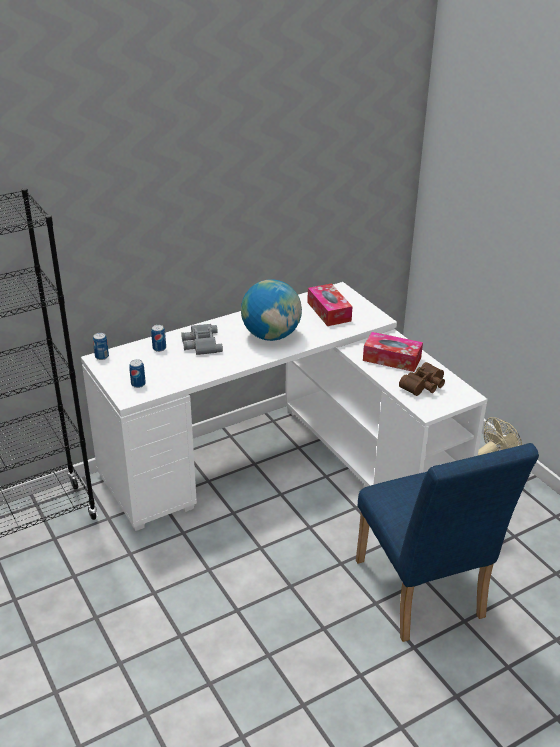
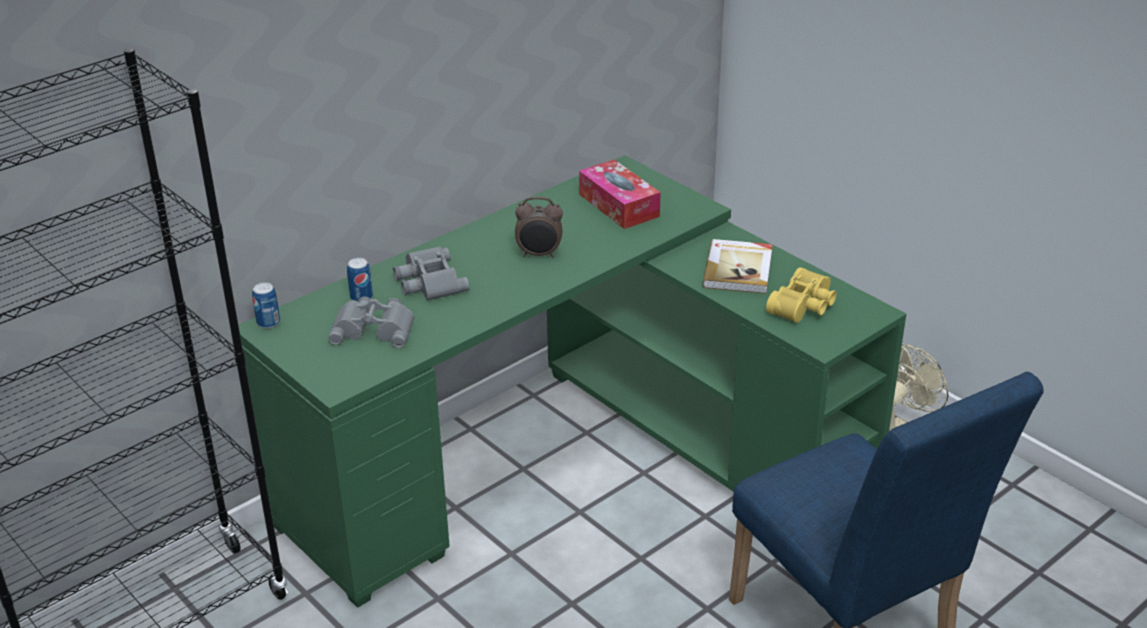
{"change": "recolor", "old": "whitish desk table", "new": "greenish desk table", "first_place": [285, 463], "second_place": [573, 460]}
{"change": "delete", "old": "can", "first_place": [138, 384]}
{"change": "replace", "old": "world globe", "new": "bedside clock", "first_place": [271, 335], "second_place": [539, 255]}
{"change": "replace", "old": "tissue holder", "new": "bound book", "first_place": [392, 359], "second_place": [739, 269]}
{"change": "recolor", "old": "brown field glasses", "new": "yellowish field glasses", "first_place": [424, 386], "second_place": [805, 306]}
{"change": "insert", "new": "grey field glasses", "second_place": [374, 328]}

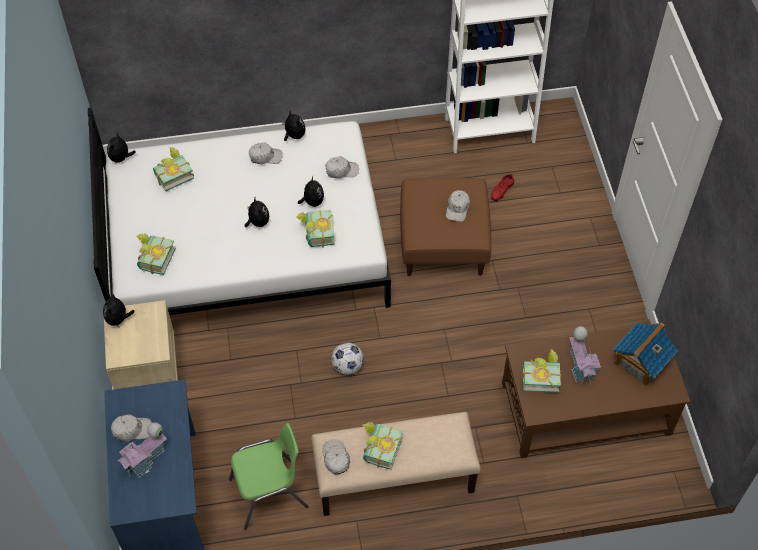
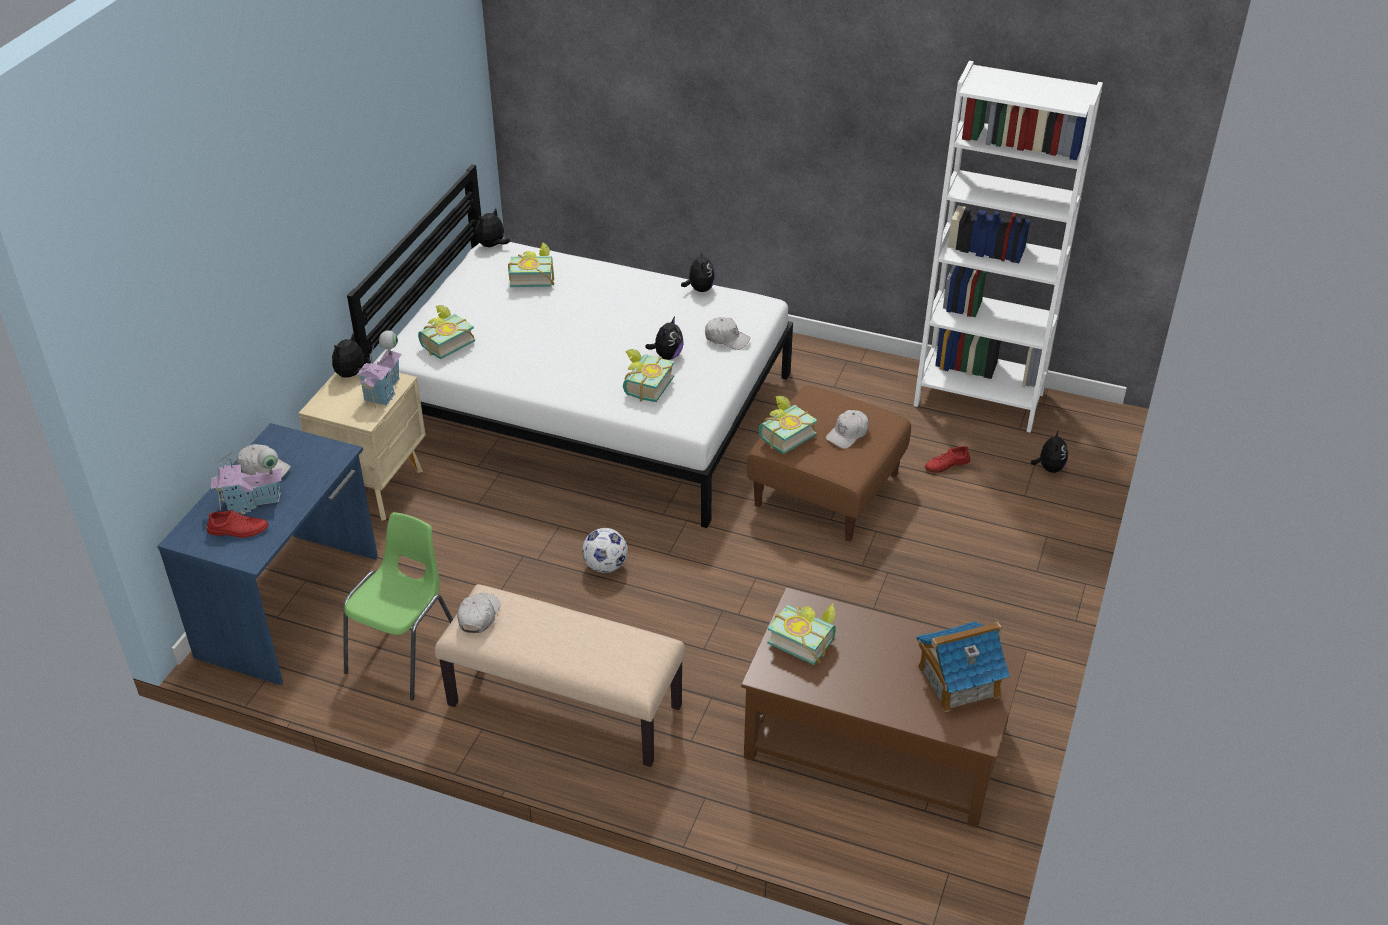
{"change": "rotate", "old": "greenish chair", "first_place": [269, 494], "second_place": [405, 654], "degrees": -75}
{"change": "move", "old": "plush toy", "first_place": [258, 222], "second_place": [1049, 468]}
{"change": "delete", "old": "whitish cap", "first_place": [265, 157]}
{"change": "move", "old": "bound book", "first_place": [378, 449], "second_place": [783, 435]}
{"change": "move", "old": "model house", "first_place": [581, 366], "second_place": [385, 390]}
{"change": "insert", "new": "red-coloured low shoe", "second_place": [238, 530]}

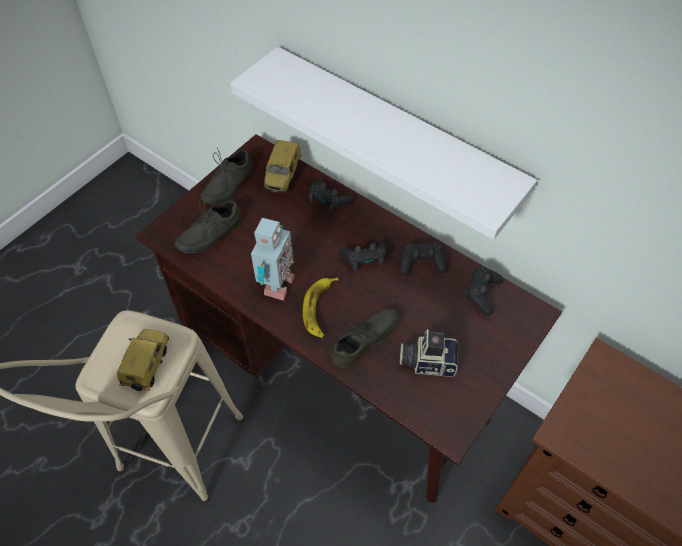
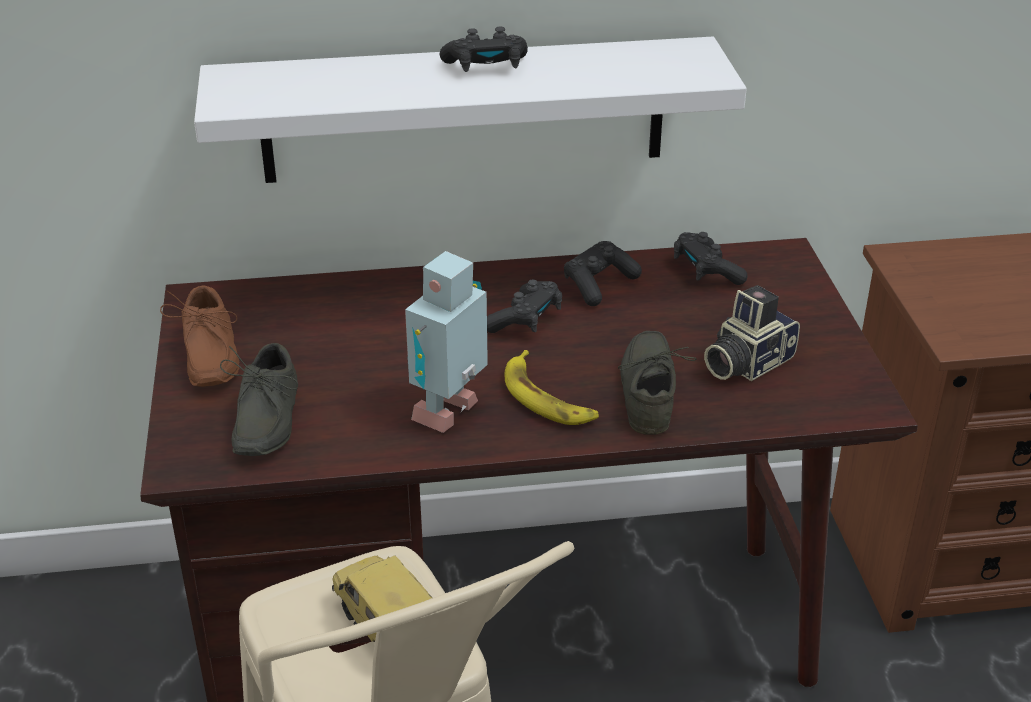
{"change": "recolor", "old": "grey low shoe", "new": "brown low shoe", "first_place": [226, 184], "second_place": [205, 357]}
{"change": "rotate", "old": "robot figure", "first_place": [276, 285], "second_place": [451, 413], "degrees": -120}
{"change": "delete", "old": "miniature car", "first_place": [283, 176]}
{"change": "move", "old": "black-coloured game controller", "first_place": [329, 201], "second_place": [486, 68]}

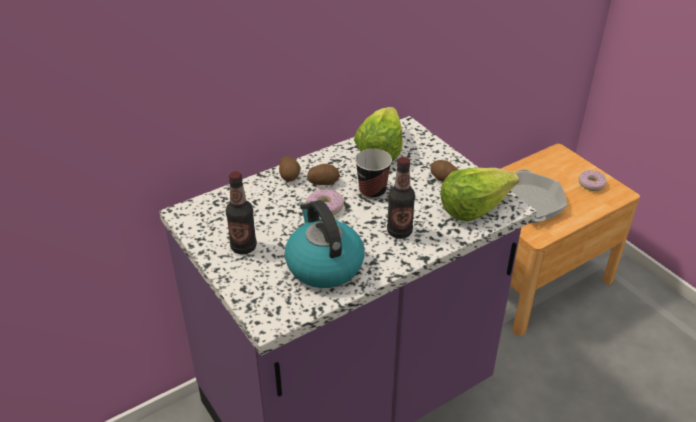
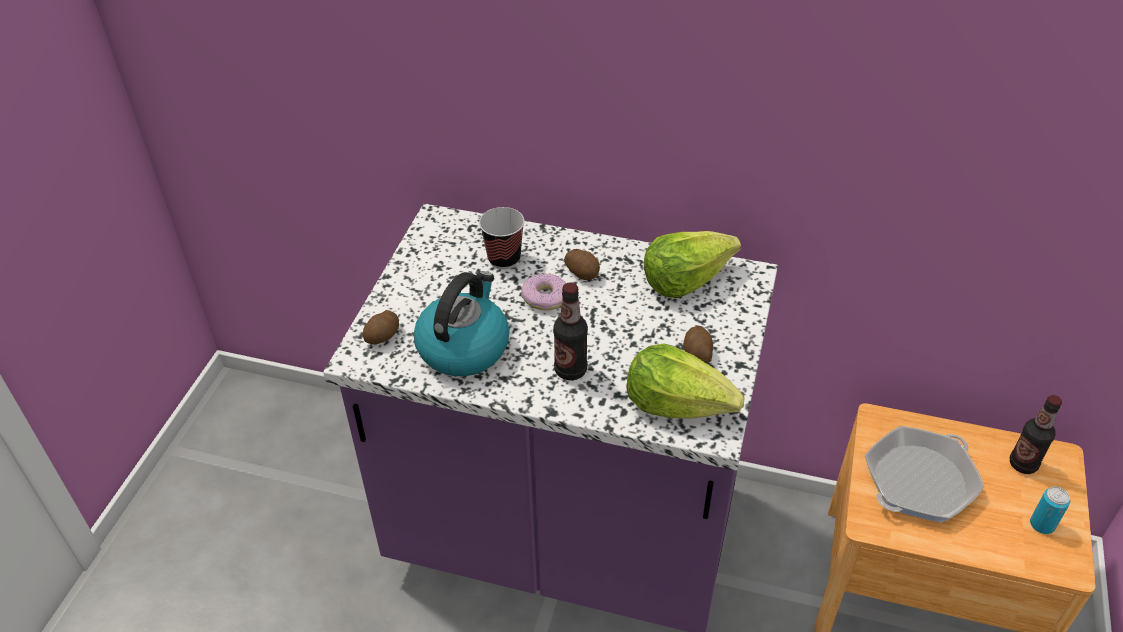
{"change": "move", "old": "bottle", "first_place": [243, 247], "second_place": [1023, 464]}
{"change": "move", "old": "whole potato", "first_place": [290, 176], "second_place": [383, 336]}
{"change": "move", "old": "cup", "first_place": [372, 191], "second_place": [504, 259]}
{"change": "replace", "old": "doughnut", "new": "can", "first_place": [591, 184], "second_place": [1042, 524]}

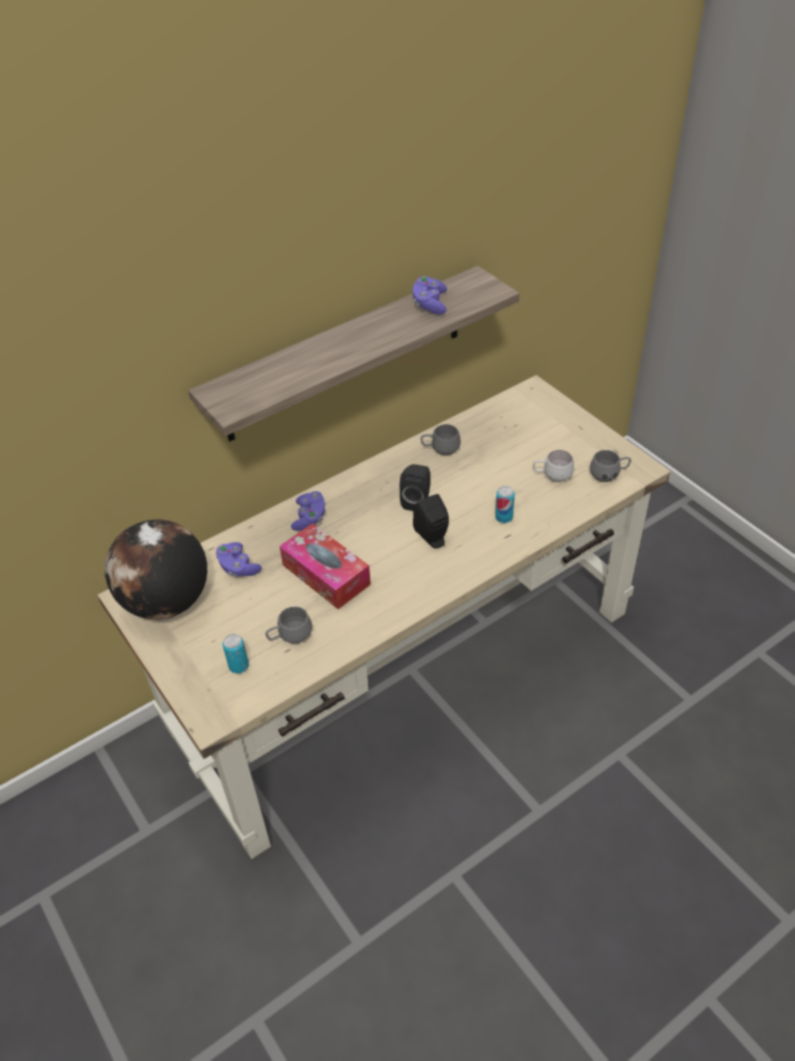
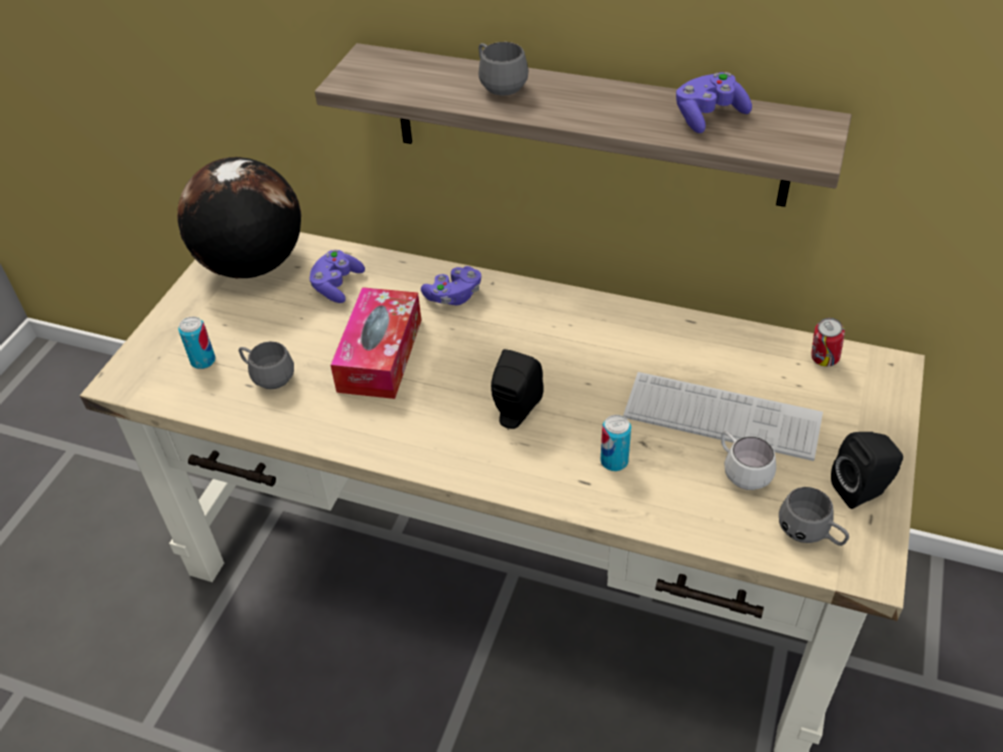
{"change": "move", "old": "black-coloured speaker", "first_place": [417, 501], "second_place": [862, 490]}
{"change": "move", "old": "grey tea mug", "first_place": [440, 450], "second_place": [499, 85]}
{"change": "insert", "new": "PC keyboard", "second_place": [721, 417]}
{"change": "insert", "new": "can", "second_place": [822, 361]}

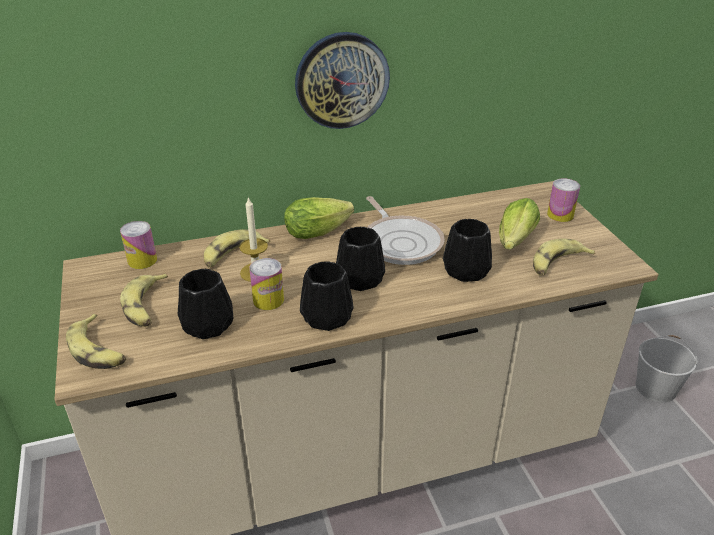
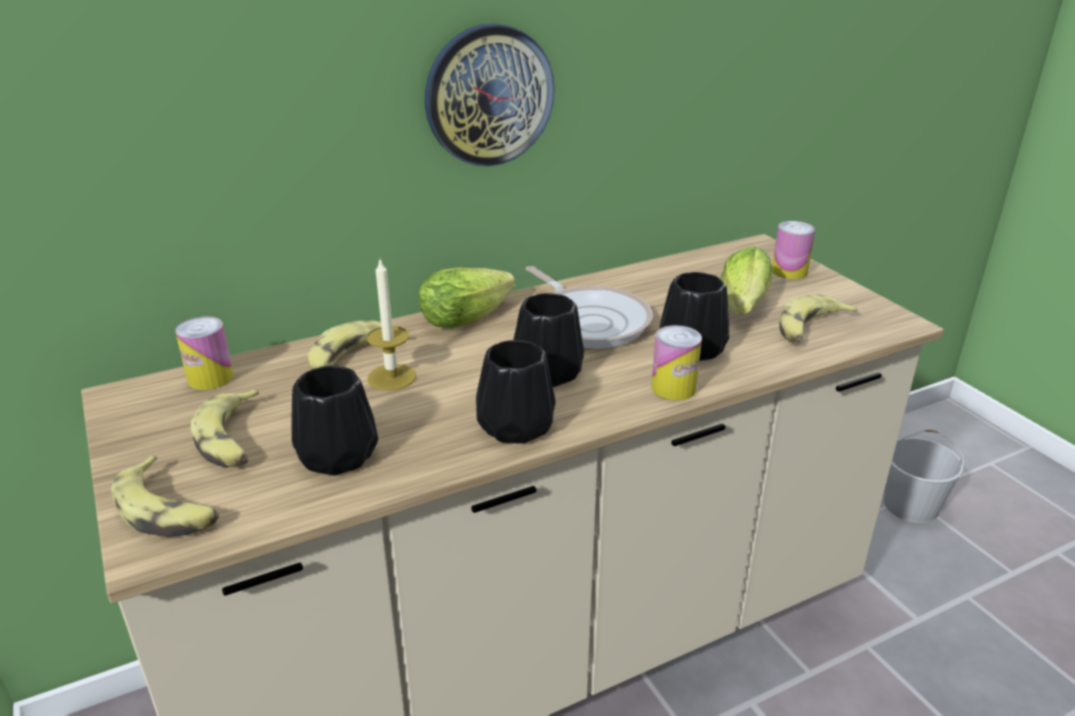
{"change": "move", "old": "can", "first_place": [268, 300], "second_place": [673, 388]}

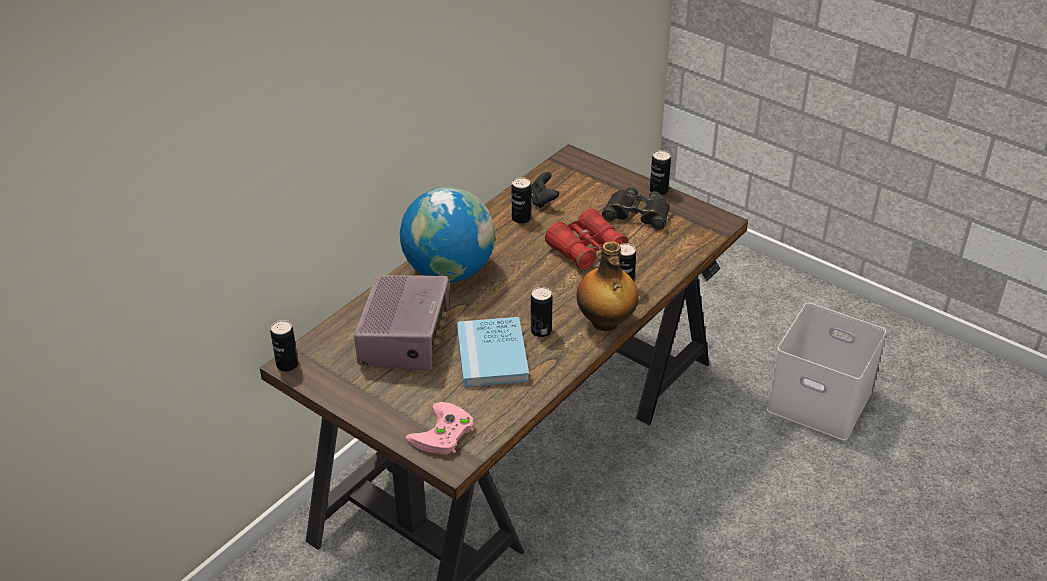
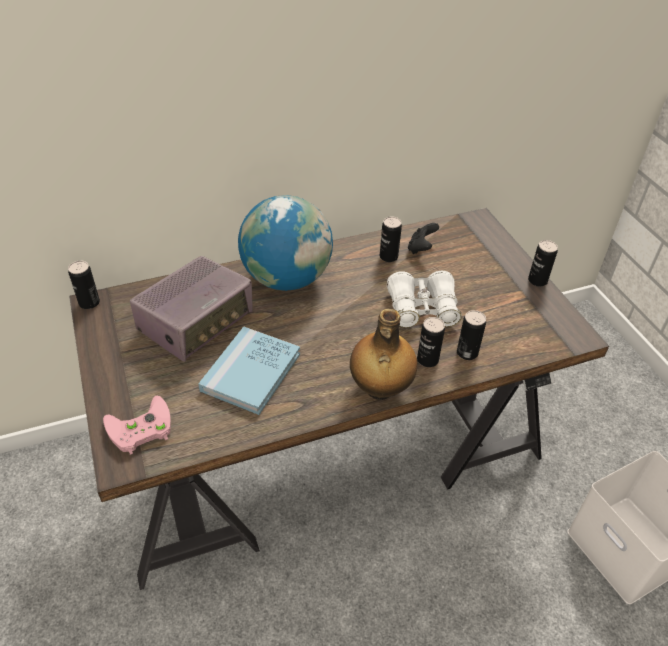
{"change": "move", "old": "can", "first_place": [541, 331], "second_place": [467, 353]}
{"change": "recolor", "old": "red-coloured field glasses", "new": "whitish field glasses", "first_place": [586, 249], "second_place": [422, 309]}
{"change": "delete", "old": "black-coloured field glasses", "first_place": [637, 214]}

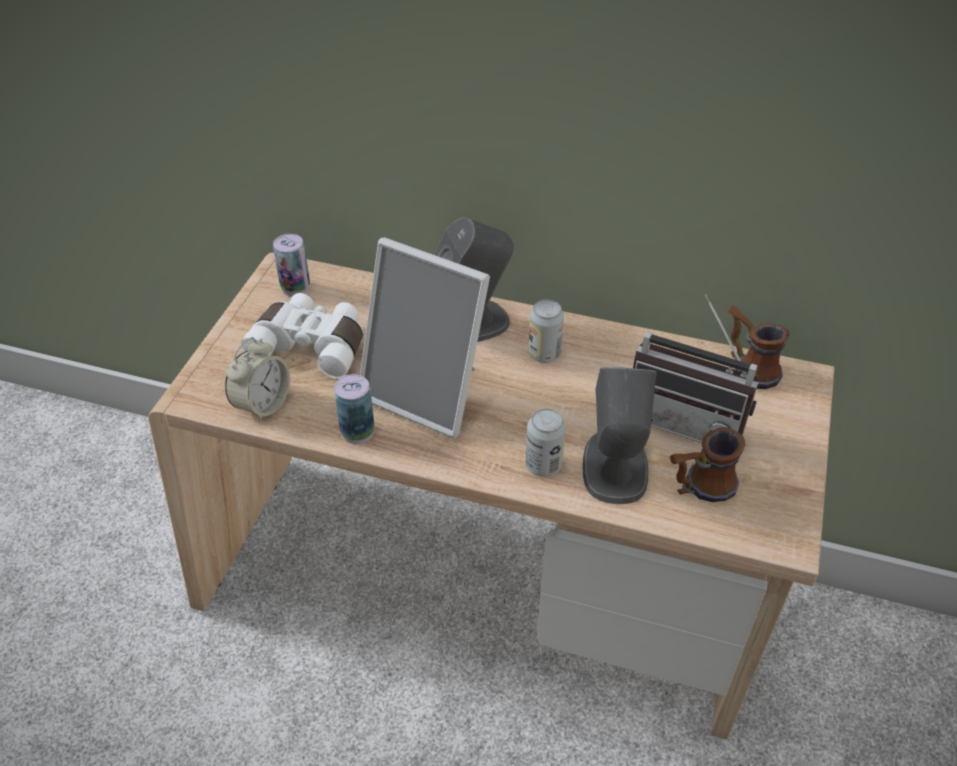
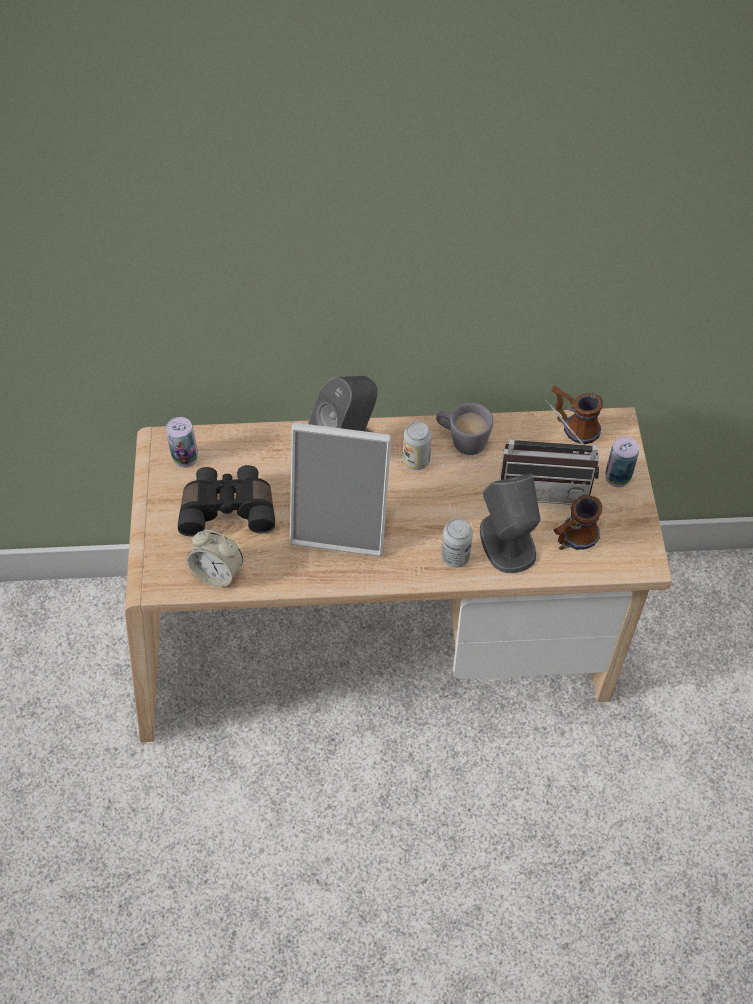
{"change": "rotate", "old": "bedside clock", "first_place": [263, 405], "second_place": [217, 573], "degrees": 105}
{"change": "recolor", "old": "whitish field glasses", "new": "black-coloured field glasses", "first_place": [312, 345], "second_place": [228, 508]}
{"change": "move", "old": "can", "first_place": [357, 432], "second_place": [617, 477]}
{"change": "insert", "new": "grey tea mug", "second_place": [462, 441]}

